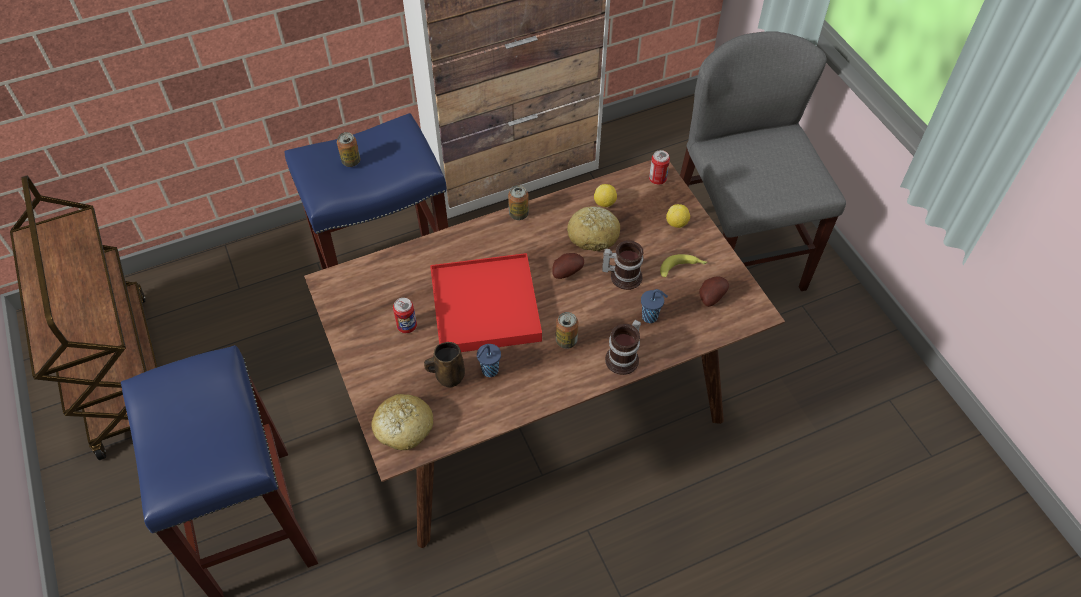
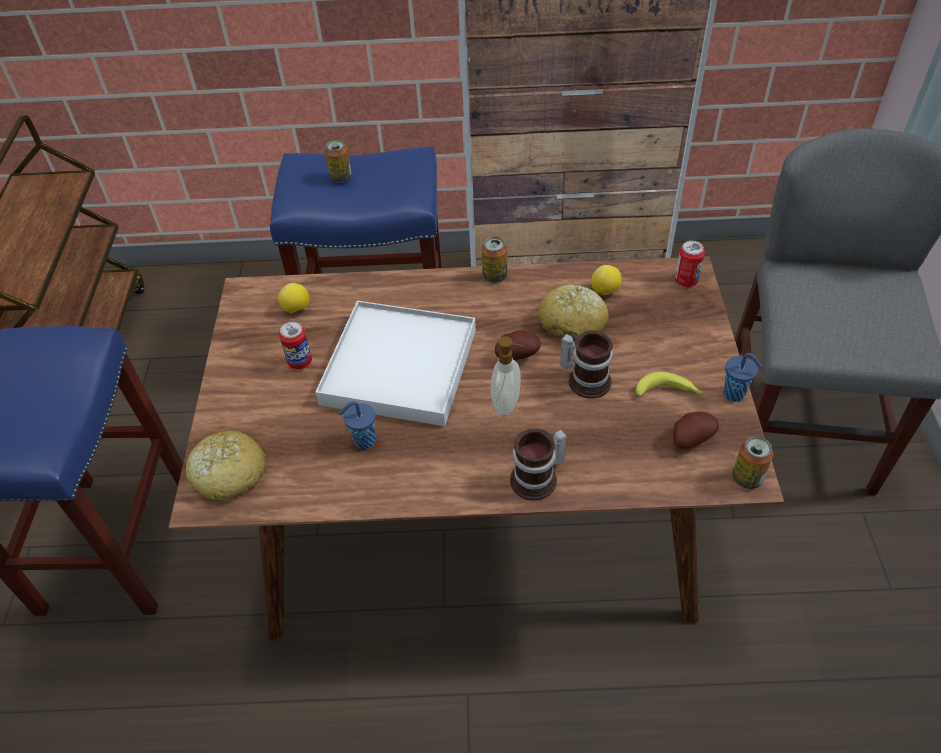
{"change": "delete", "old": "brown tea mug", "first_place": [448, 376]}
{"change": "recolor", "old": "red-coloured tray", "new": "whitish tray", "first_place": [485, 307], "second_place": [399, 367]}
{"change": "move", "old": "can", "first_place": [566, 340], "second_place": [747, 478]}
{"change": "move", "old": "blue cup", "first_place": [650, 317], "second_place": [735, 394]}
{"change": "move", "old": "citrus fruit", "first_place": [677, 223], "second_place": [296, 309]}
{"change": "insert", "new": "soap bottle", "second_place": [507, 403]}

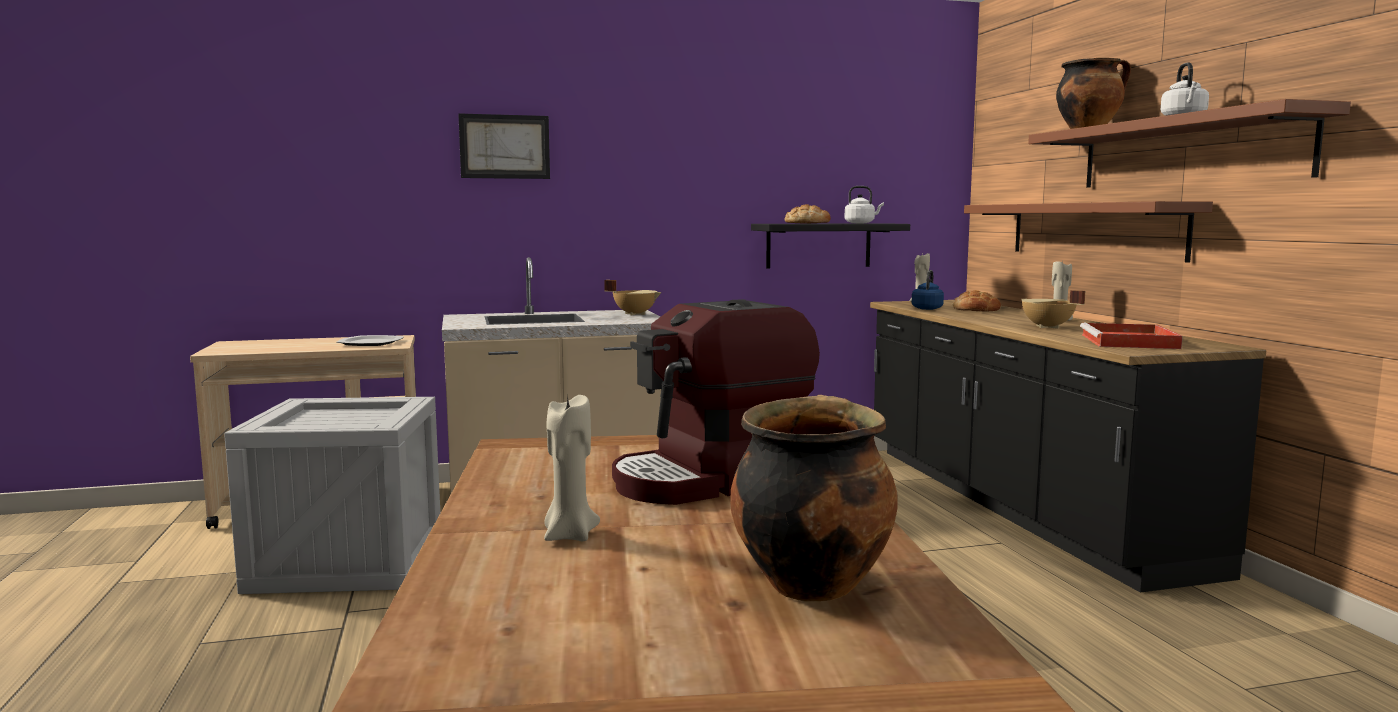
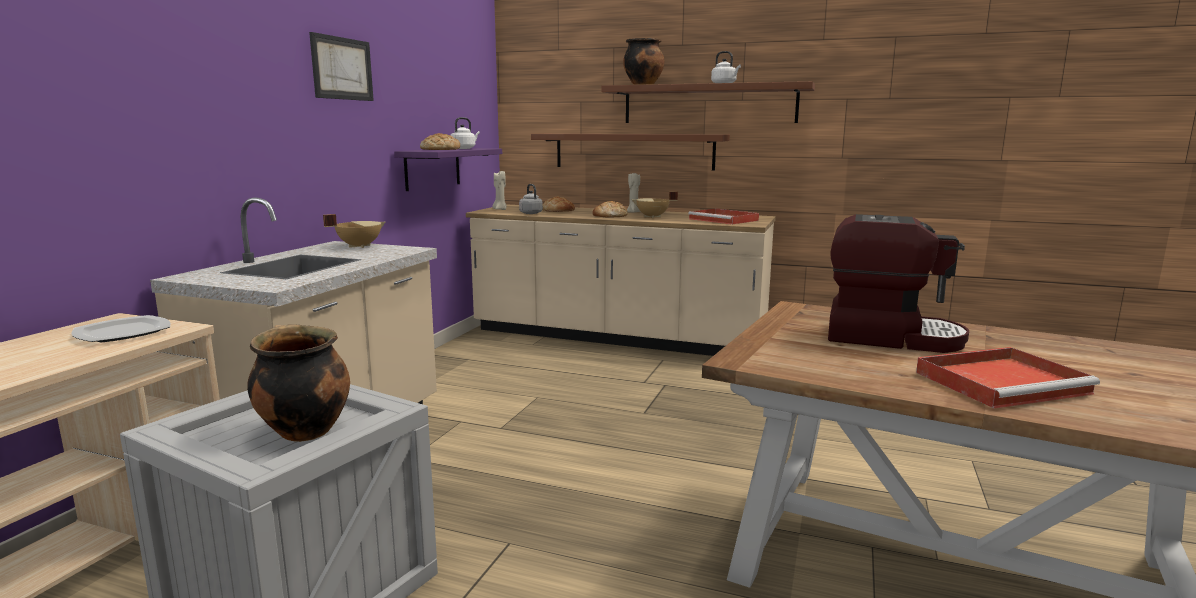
{"change": "move", "old": "wall picture", "first_place": [504, 146], "second_place": [342, 68]}
{"change": "replace", "old": "beige-coloured wax candle", "new": "red-coloured tray", "first_place": [569, 535], "second_place": [1003, 382]}
{"change": "rotate", "old": "coffee maker", "first_place": [712, 480], "second_place": [890, 336], "degrees": -75}
{"change": "move", "old": "stockpot", "first_place": [810, 583], "second_place": [303, 431]}
{"change": "recolor", "old": "black-coloured wall shelf", "new": "purplish wall shelf", "first_place": [818, 245], "second_place": [432, 168]}
{"change": "recolor", "old": "black-coloured kitchen base unit", "new": "beige-coloured kitchen base unit", "first_place": [1015, 504], "second_place": [617, 337]}
{"change": "recolor", "old": "blue water kettle", "new": "grey water kettle", "first_place": [927, 308], "second_place": [530, 213]}
{"change": "insert", "new": "baked bread", "second_place": [609, 216]}

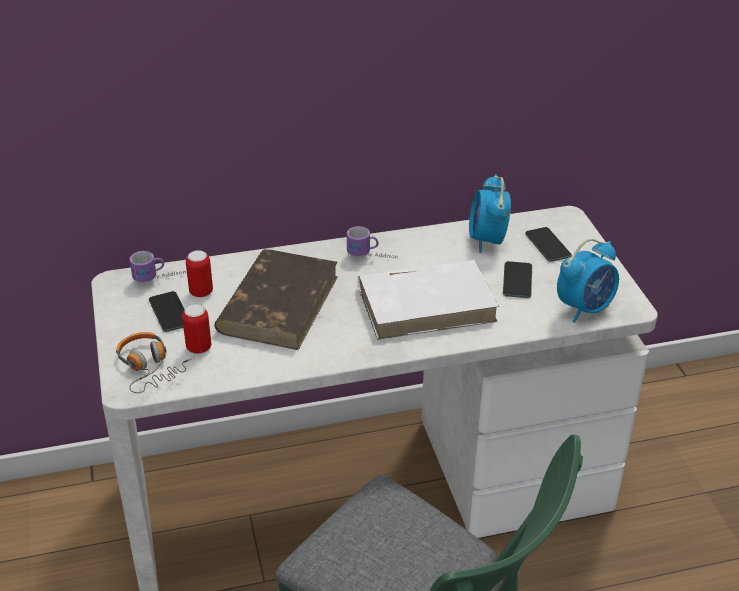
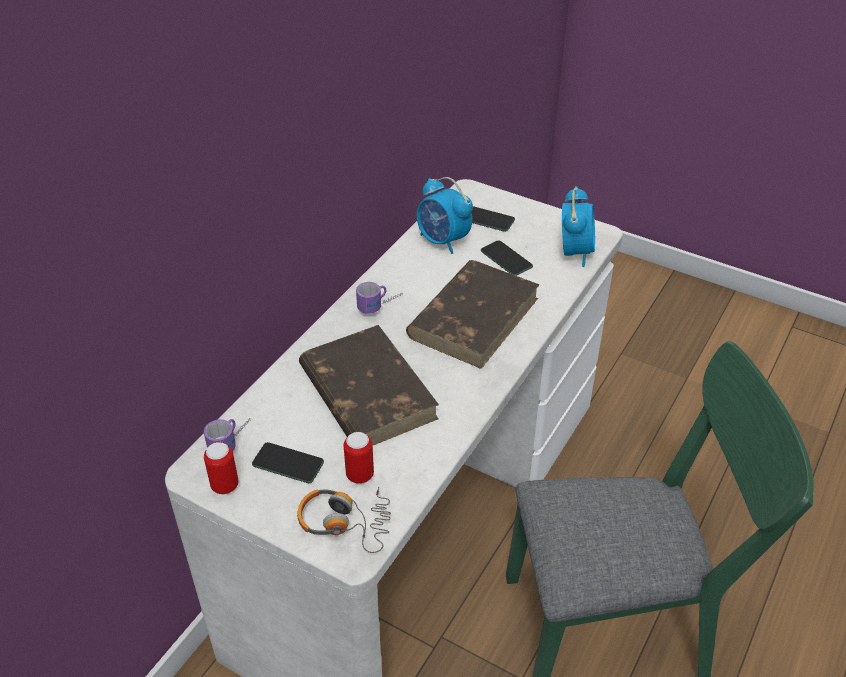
{"change": "move", "old": "can", "first_place": [201, 292], "second_place": [225, 485]}
{"change": "recolor", "old": "whitish bound book", "new": "brown bound book", "first_place": [427, 304], "second_place": [474, 316]}

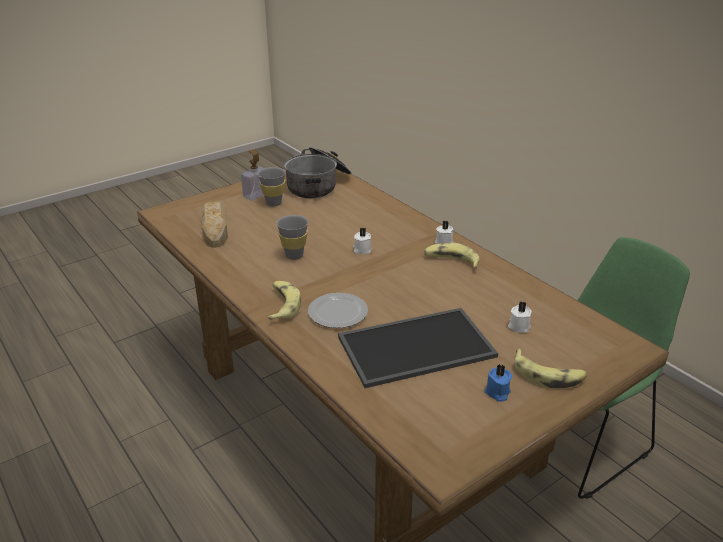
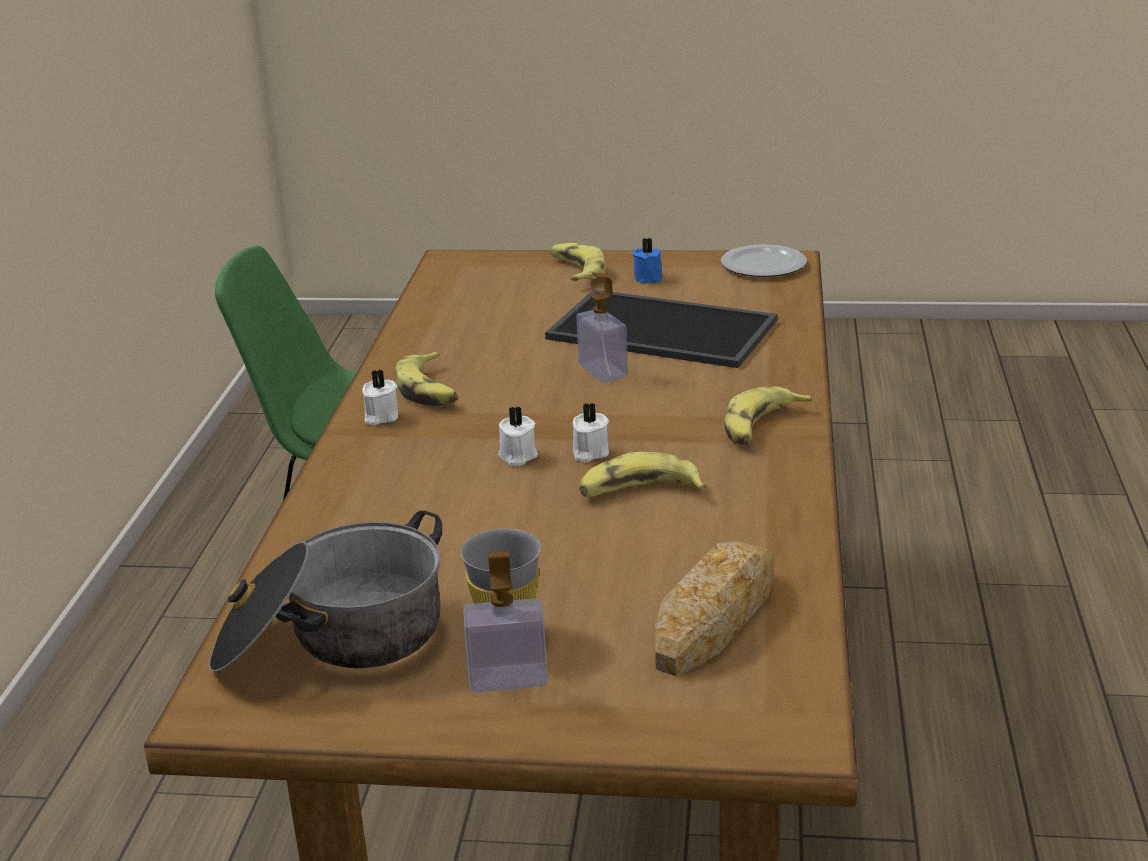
{"change": "replace", "old": "grey cup", "new": "banana", "first_place": [294, 255], "second_place": [639, 492]}
{"change": "move", "old": "plate", "first_place": [337, 313], "second_place": [764, 265]}
{"change": "move", "old": "whitish wax candle", "first_place": [518, 326], "second_place": [589, 453]}
{"change": "insert", "new": "soap bottle", "second_place": [603, 371]}

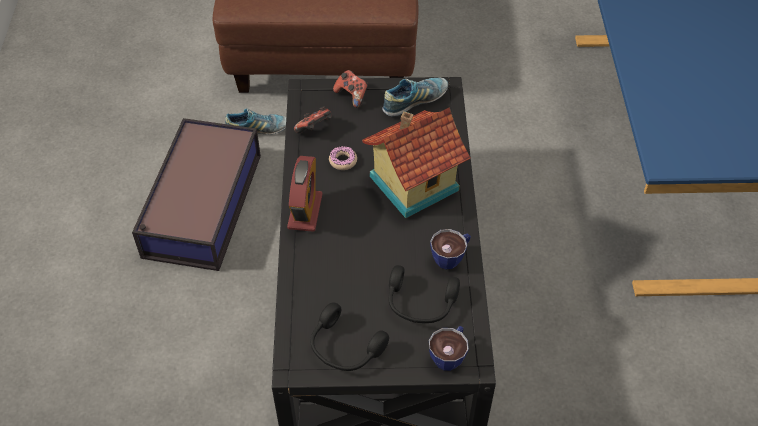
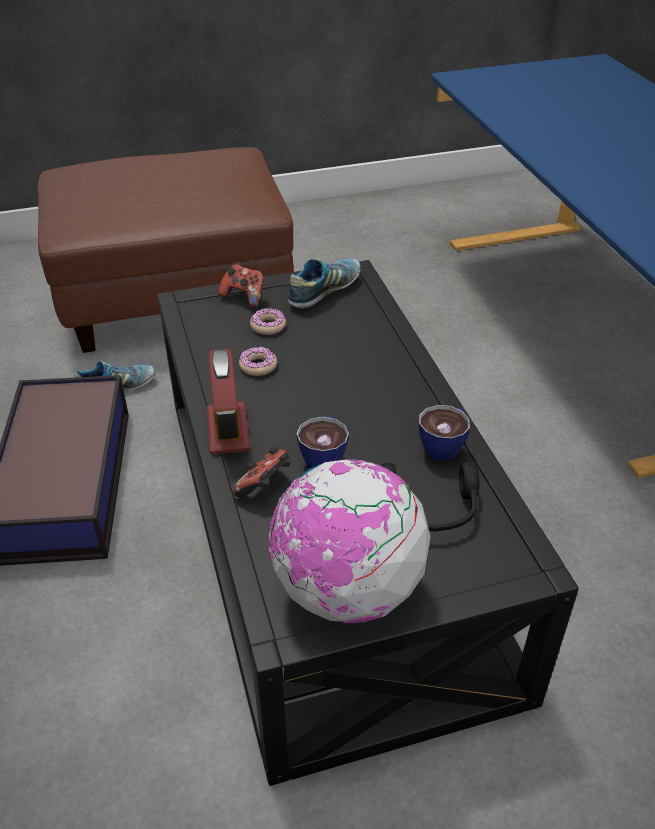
{"change": "move", "old": "game controller", "first_place": [315, 129], "second_place": [265, 486]}
{"change": "replace", "old": "black-coloured headphones", "new": "world globe", "first_place": [344, 348], "second_place": [347, 590]}
{"change": "delete", "old": "model house", "first_place": [412, 182]}
{"change": "move", "old": "cup", "first_place": [449, 355], "second_place": [325, 456]}
{"change": "insert", "new": "doughnut", "second_place": [268, 326]}

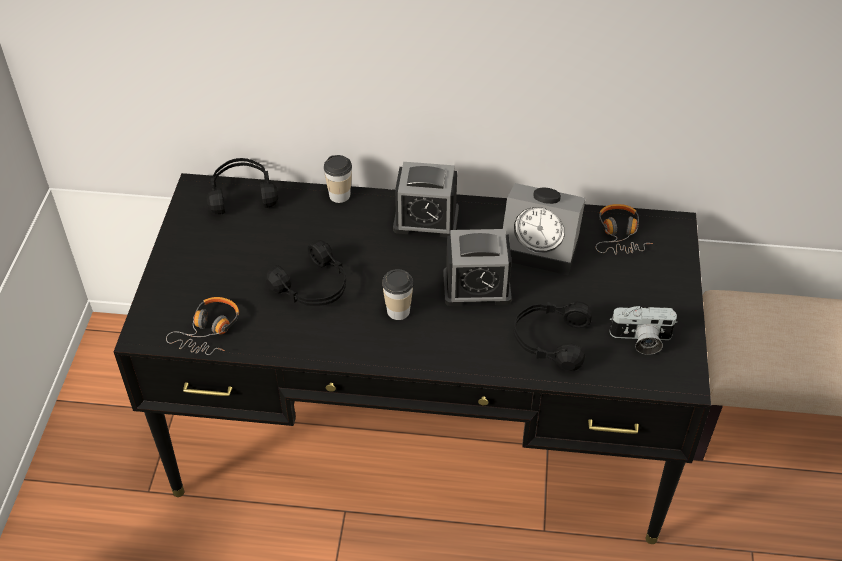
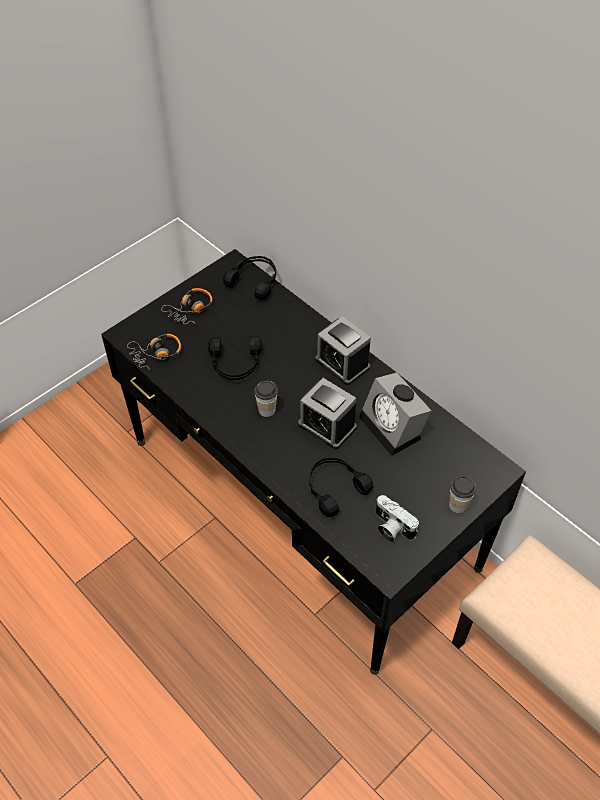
{"change": "move", "old": "cup", "first_place": [339, 195], "second_place": [458, 505]}
{"change": "move", "old": "headphones", "first_place": [619, 235], "second_place": [190, 310]}

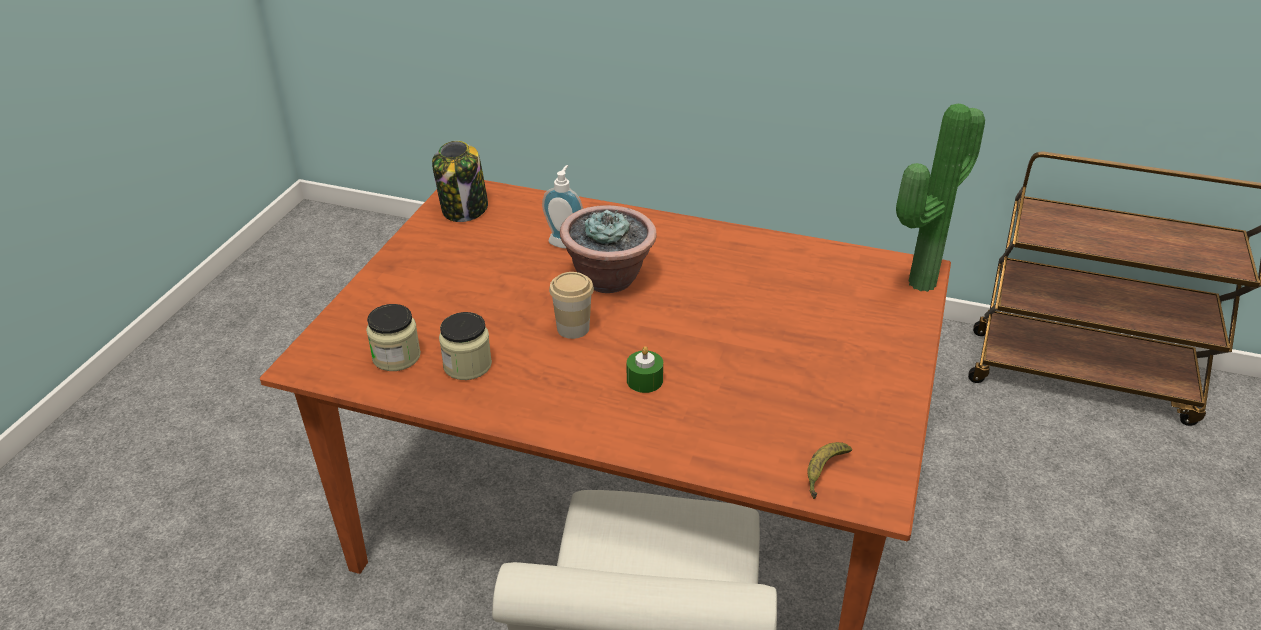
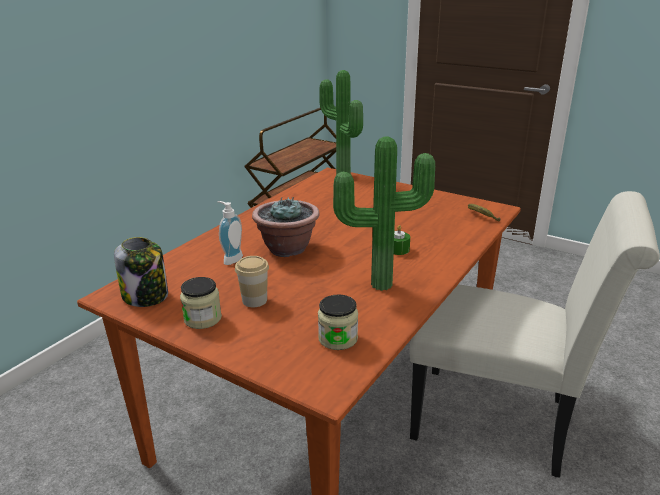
{"change": "move", "old": "storage jar", "first_place": [467, 365], "second_place": [203, 319]}
{"change": "move", "old": "cup", "first_place": [573, 328], "second_place": [254, 300]}
{"change": "insert", "new": "potted plant", "second_place": [380, 282]}

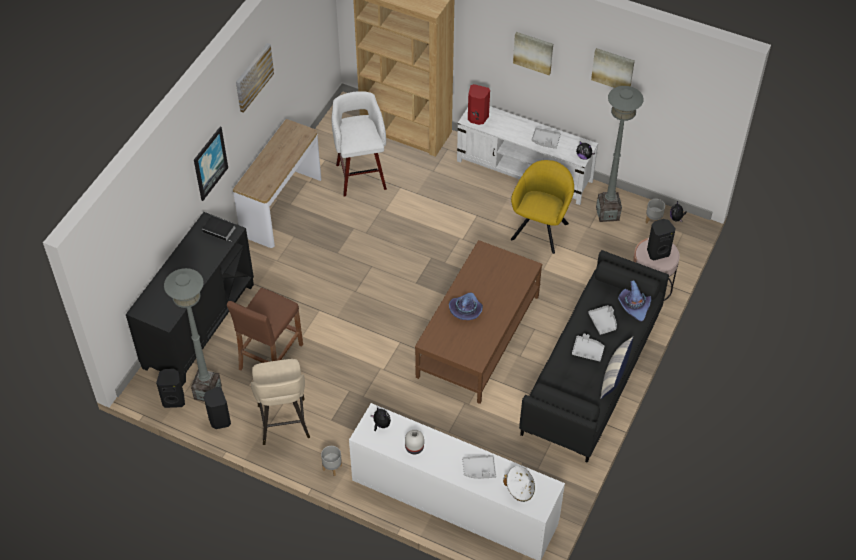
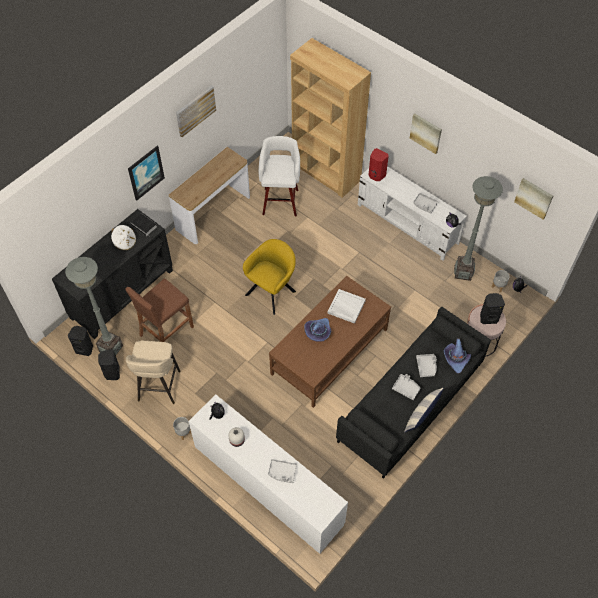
{"change": "move", "old": "whitish clothing hat", "first_place": [519, 489], "second_place": [125, 242]}
{"change": "move", "old": "yellowish easy chair", "first_place": [541, 228], "second_place": [272, 291]}
{"change": "move", "old": "wall picture", "first_place": [613, 69], "second_place": [534, 198]}
{"change": "insert", "new": "whitish tray", "second_place": [346, 307]}

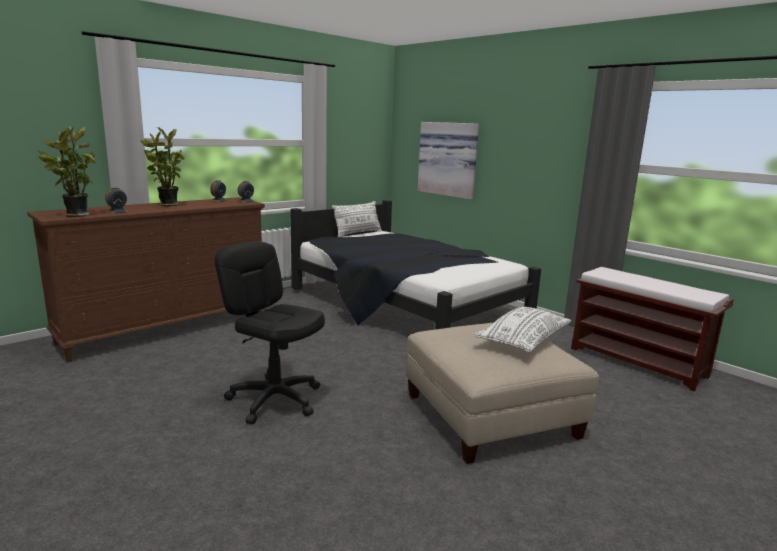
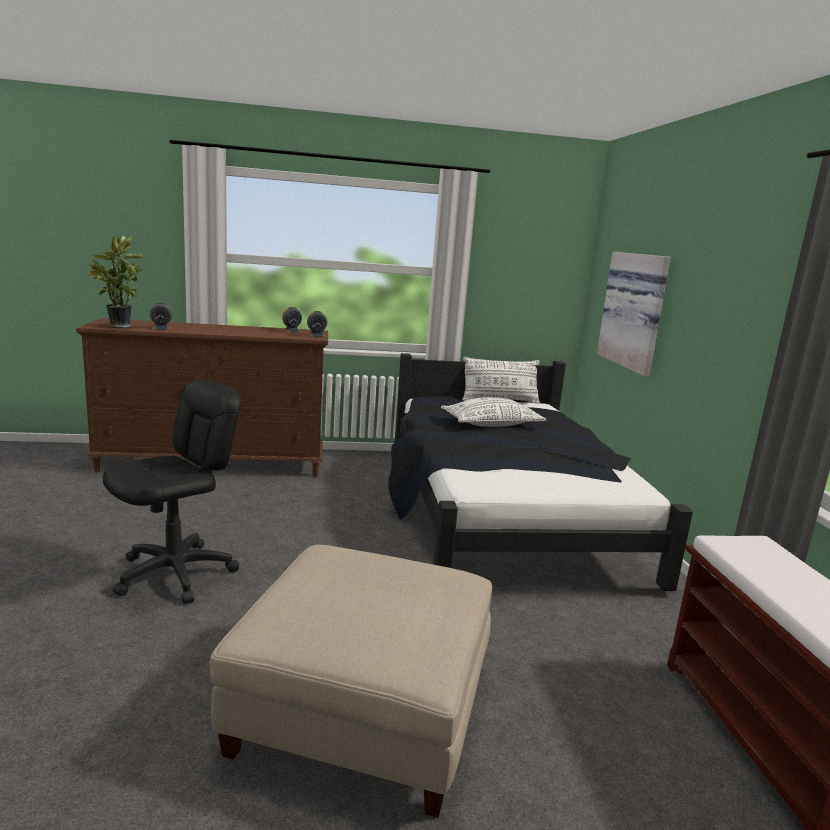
{"change": "delete", "old": "potted plant", "first_place": [166, 205]}
{"change": "rotate", "old": "black-coloured computer chair", "first_place": [275, 399], "second_place": [176, 573], "degrees": 60}
{"change": "move", "old": "whitish cushion", "first_place": [523, 340], "second_place": [491, 425]}

